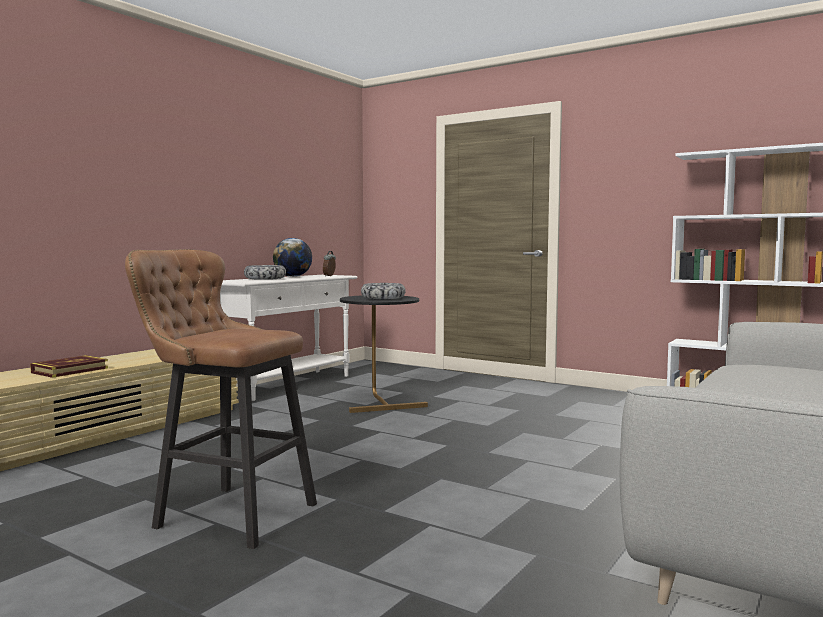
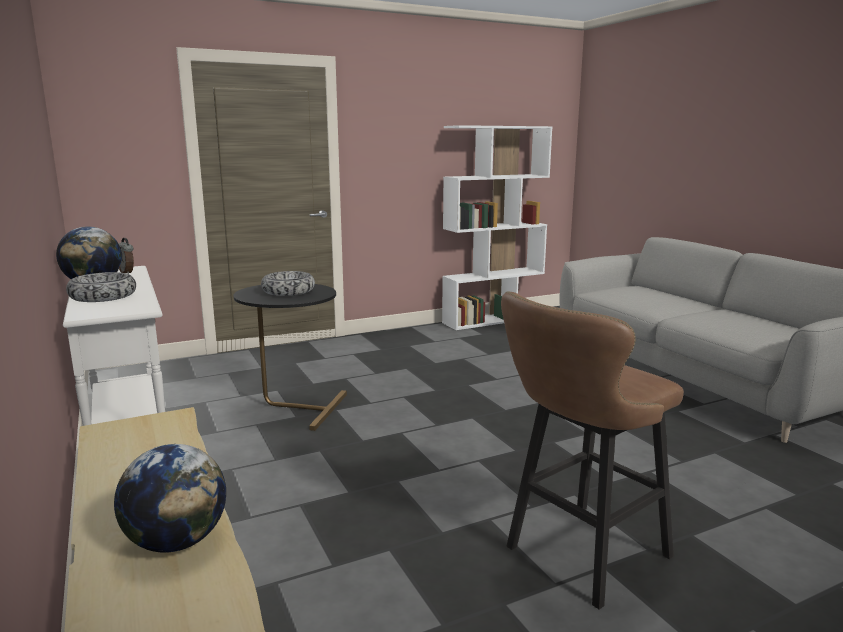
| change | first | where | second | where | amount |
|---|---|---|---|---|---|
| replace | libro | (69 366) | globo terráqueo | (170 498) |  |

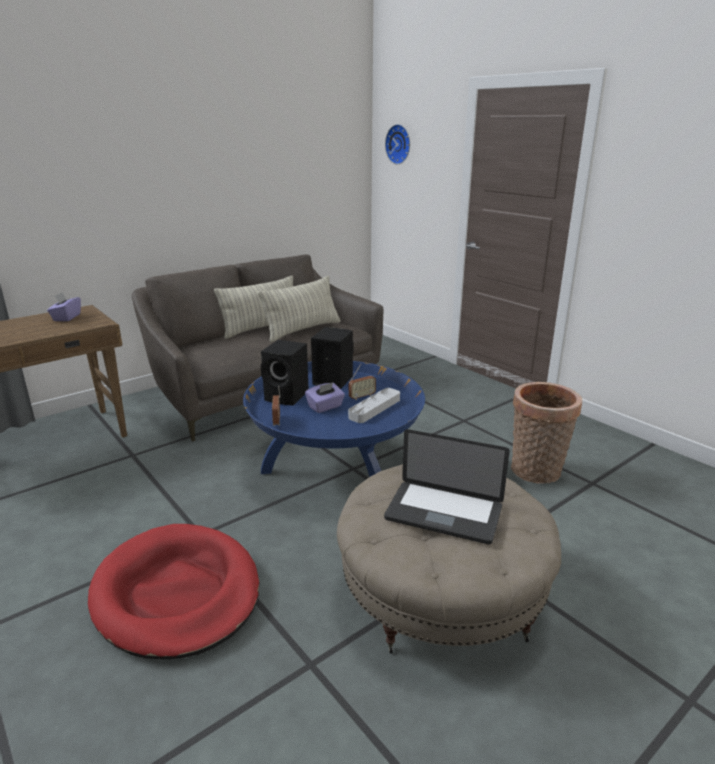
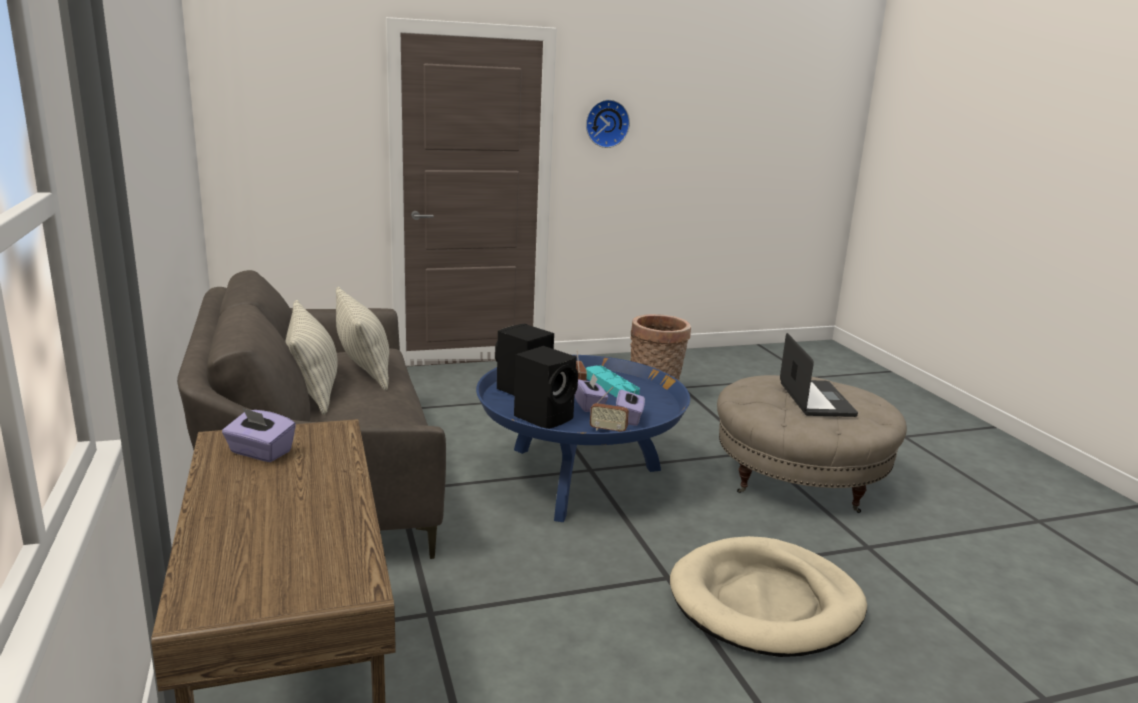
| change | first | where | second | where | amount |
|---|---|---|---|---|---|
| move | reloj de pared | (397 144) |  | (608 123) |  |
| recolor | bandeja/gris | (374 405) | bandeja/turquesa | (613 381) |  |
| rotate | portátil | (447 486) |  | (819 375) | 45 degrees counterclockwise |
| recolor | cama para perro/rojo | (173 591) | cama para perro/beis | (768 596) |  |
| insert |  |  | caja de pañuelos/morado | (630 406) |  |

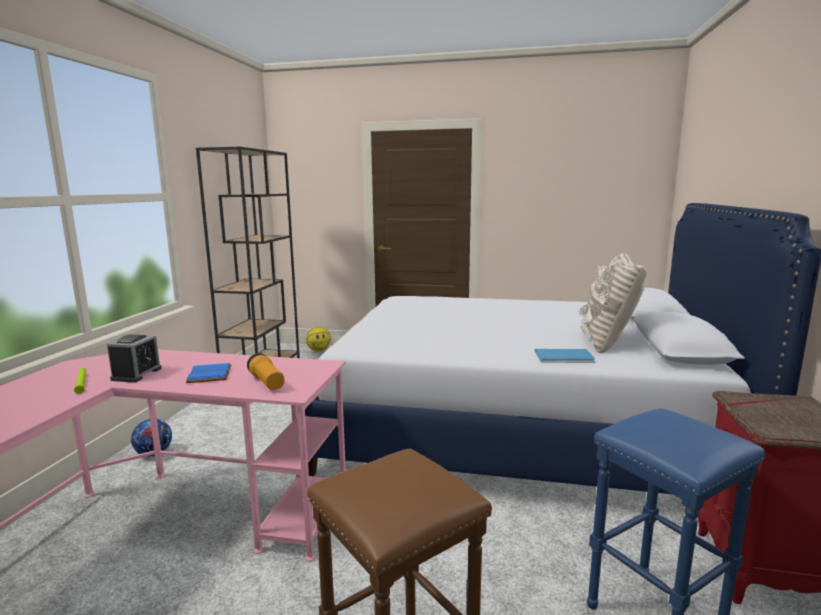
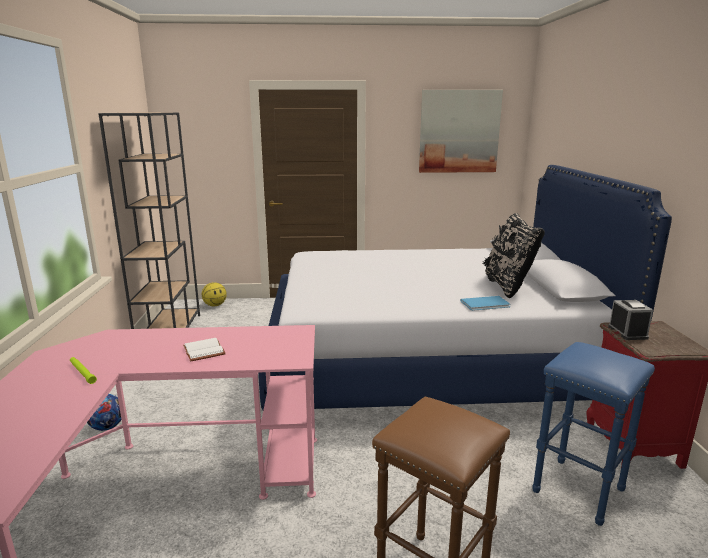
| change | first | where | second | where | amount |
|---|---|---|---|---|---|
| recolor | cojín/beis | (612 303) | cojín/negro | (513 255) |  |
| move | despertador | (134 358) |  | (630 320) |  |
| delete | linterna | (265 371) |  |  |  |
| recolor | libro/azul | (209 373) | libro/blanco | (204 350) |  |
| insert |  |  | cuadro | (461 131) |  |

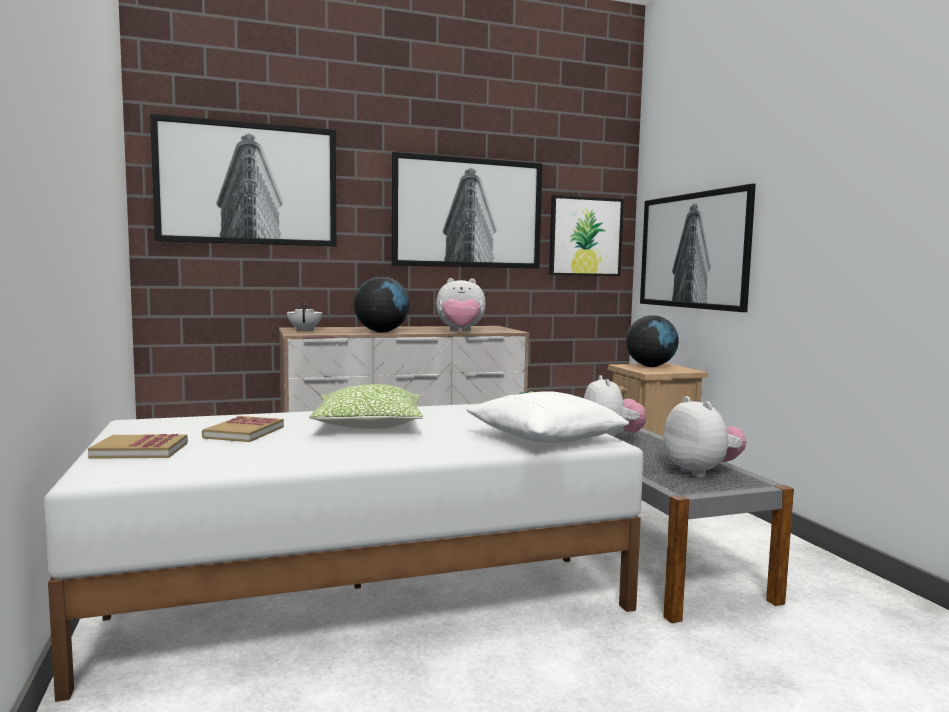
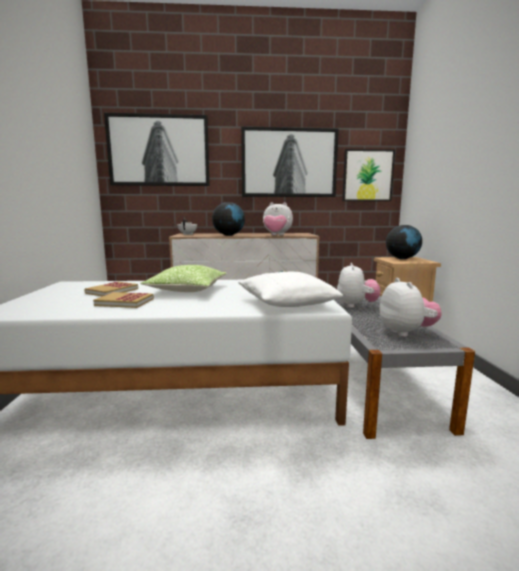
| change | first | where | second | where | amount |
|---|---|---|---|---|---|
| delete | cuadro | (698 248) |  |  |  |
| move | libro | (138 446) |  | (123 300) |  |

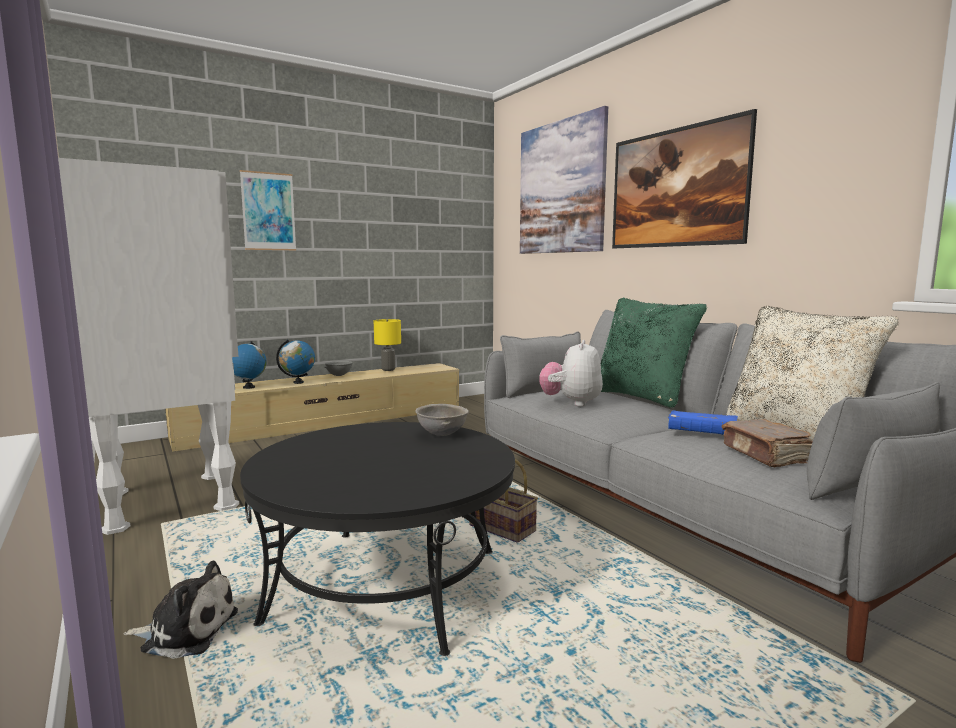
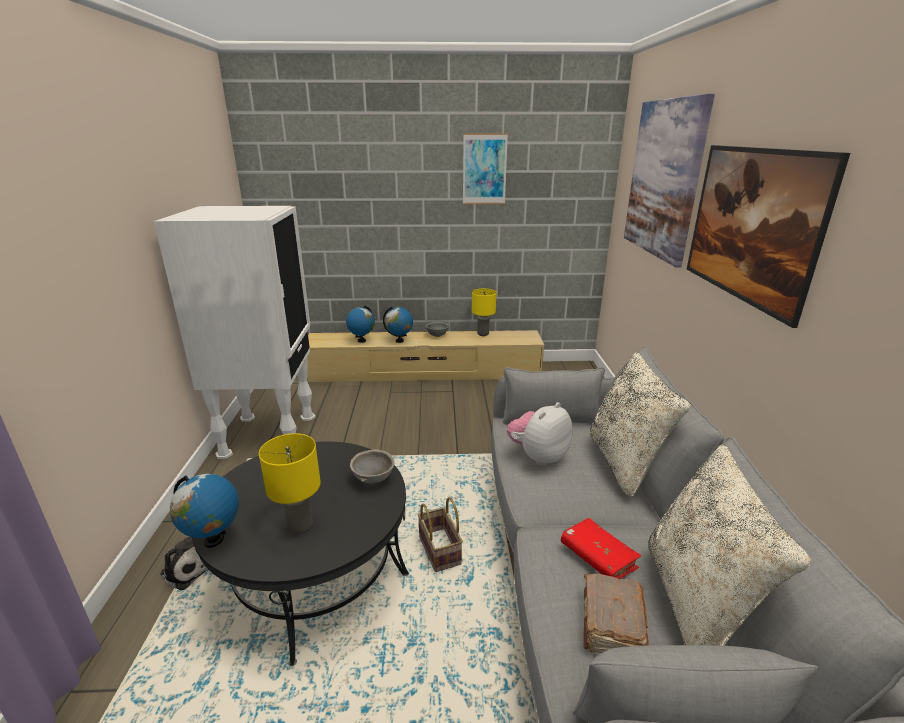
| change | first | where | second | where | amount |
|---|---|---|---|---|---|
| move | cuadro | (268 210) |  | (485 168) |  |
| recolor | cojín/verde | (654 353) | cojín/beis | (640 425) |  |
| recolor | libro/azul | (703 422) | libro/rojo | (601 548) |  |
| insert |  |  | lámpara de mesa/amarillo | (290 484) |  |
| insert |  |  | globo terráqueo | (204 511) |  |

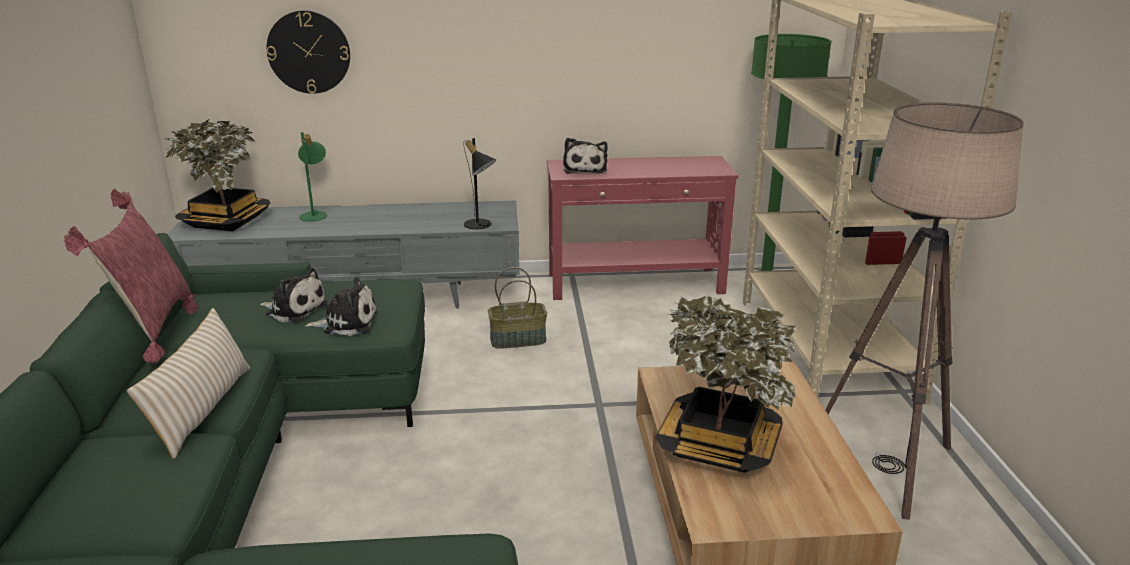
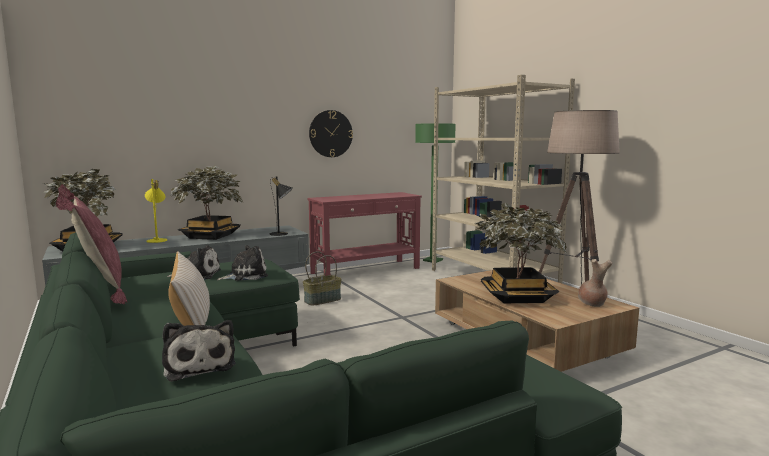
| change | first | where | second | where | amount |
|---|---|---|---|---|---|
| move | reloj de pared | (308 52) |  | (331 133) |  |
| recolor | lámpara de mesa/verde | (312 177) | lámpara de mesa/amarillo | (156 211) |  |
| move | peluche | (585 156) |  | (199 351) |  |
| insert |  |  | planta en maceta | (207 202) |  |
| insert |  |  | florero/marrón | (595 283) |  |

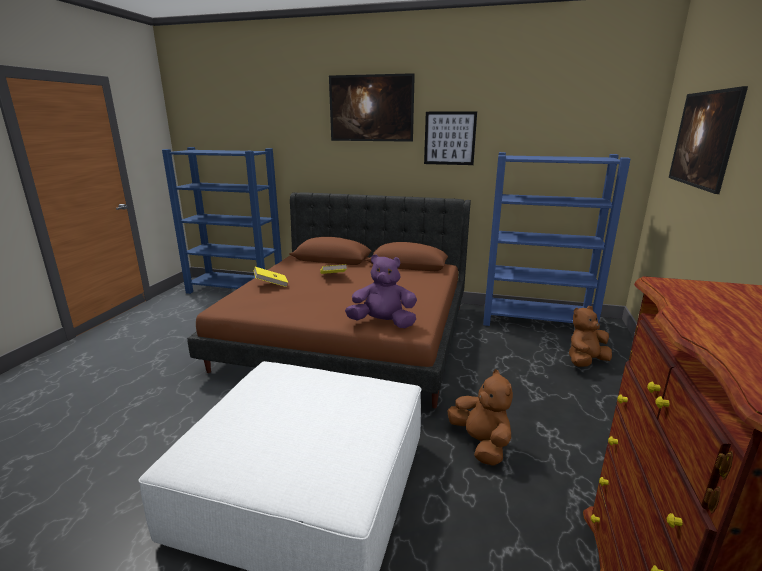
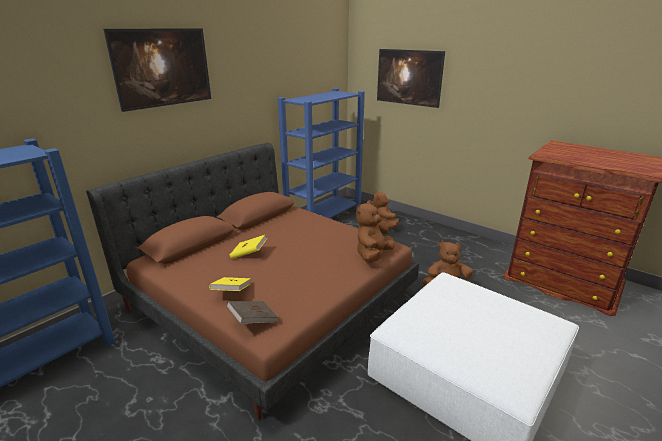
| change | first | where | second | where | amount |
|---|---|---|---|---|---|
| delete | cuadro | (450 138) |  |  |  |
| recolor | peluche/morado | (381 291) | peluche/marrón | (375 231) |  |
| insert |  |  | libro/marrón | (252 312) |  |

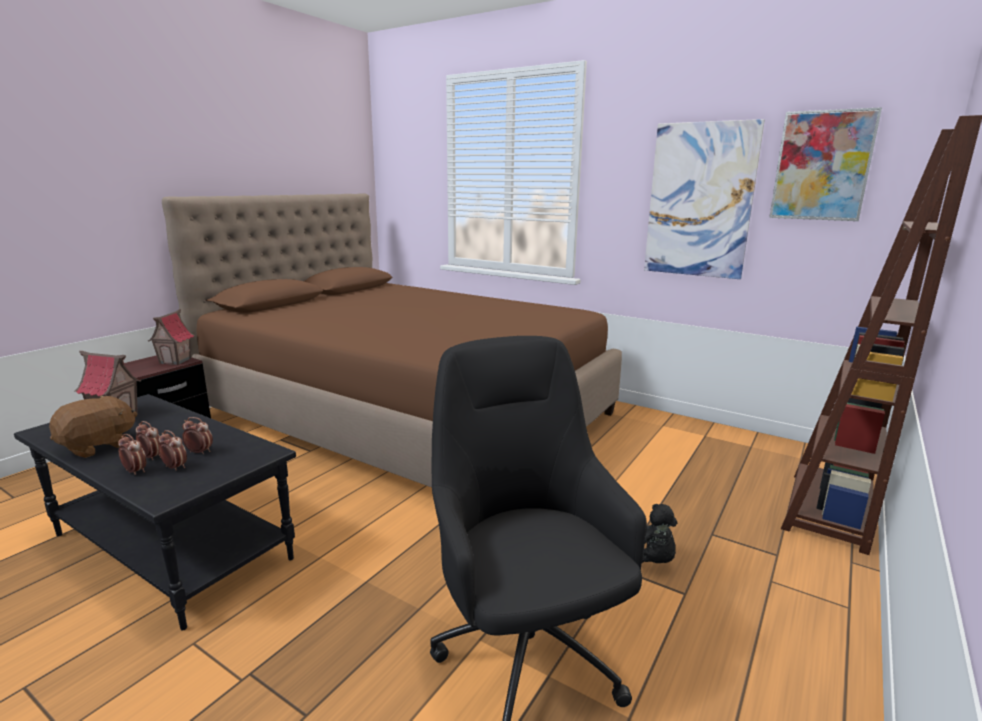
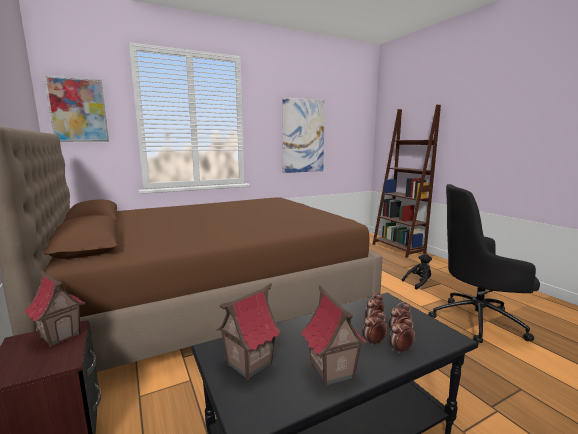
| change | first | where | second | where | amount |
|---|---|---|---|---|---|
| move | cuadro | (825 164) |  | (76 108) |  |
| replace | peluche/marrón | (93 426) | casita | (334 336) |  |

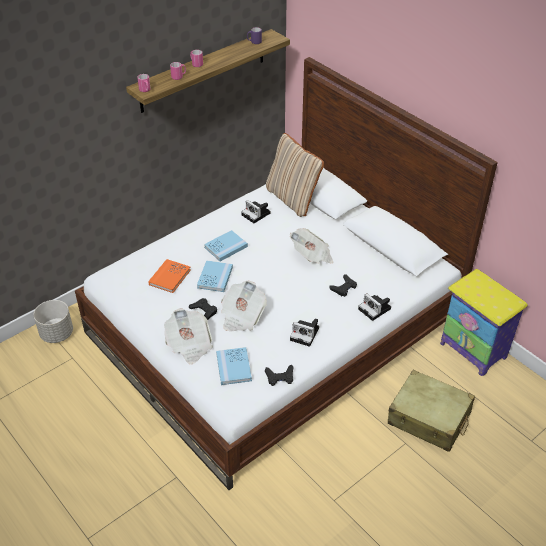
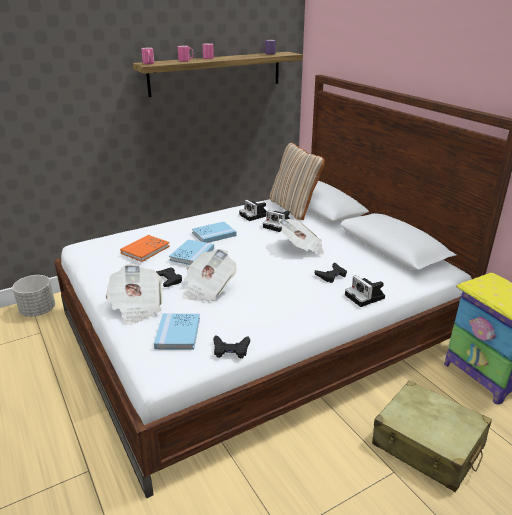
| change | first | where | second | where | amount |
|---|---|---|---|---|---|
| move | cámara | (304 333) |  | (276 221) |  |

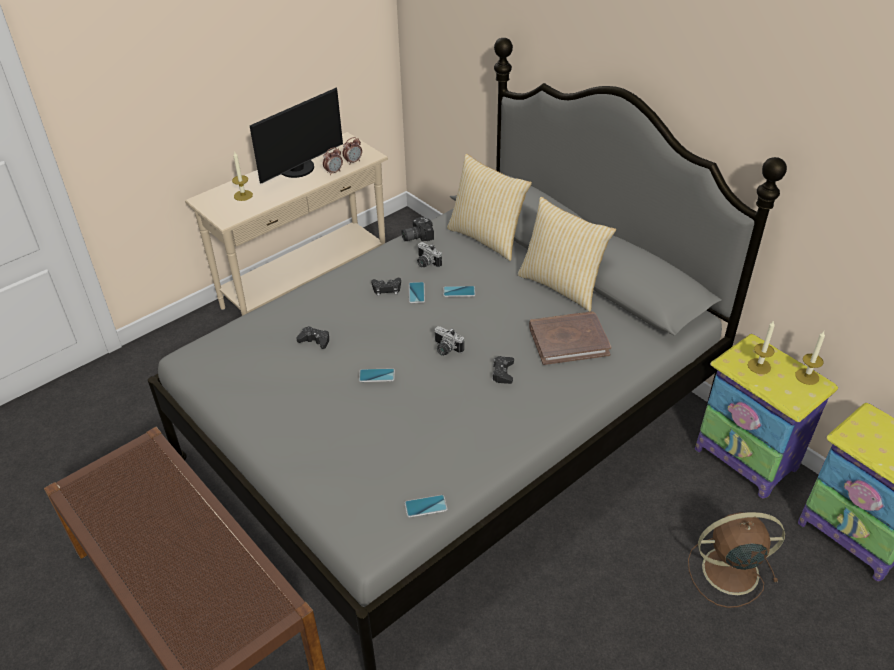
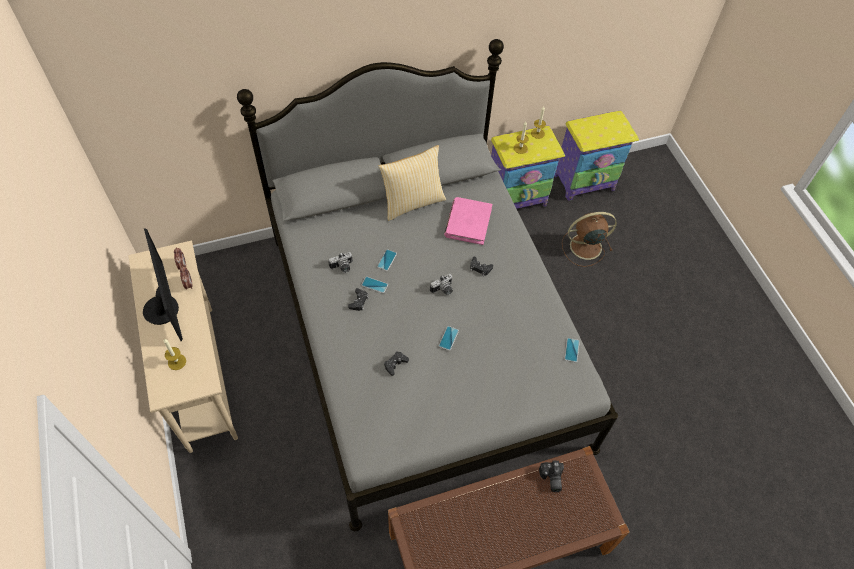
| change | first | where | second | where | amount |
|---|---|---|---|---|---|
| delete | cojín | (489 207) |  |  |  |
| move | cámara | (417 229) |  | (551 476) |  |
| recolor | libro/marrón | (570 338) | libro/rosa | (468 221) |  |
| rotate | ventilador/marrón | (736 560) |  | (589 239) | 60 degrees clockwise |

